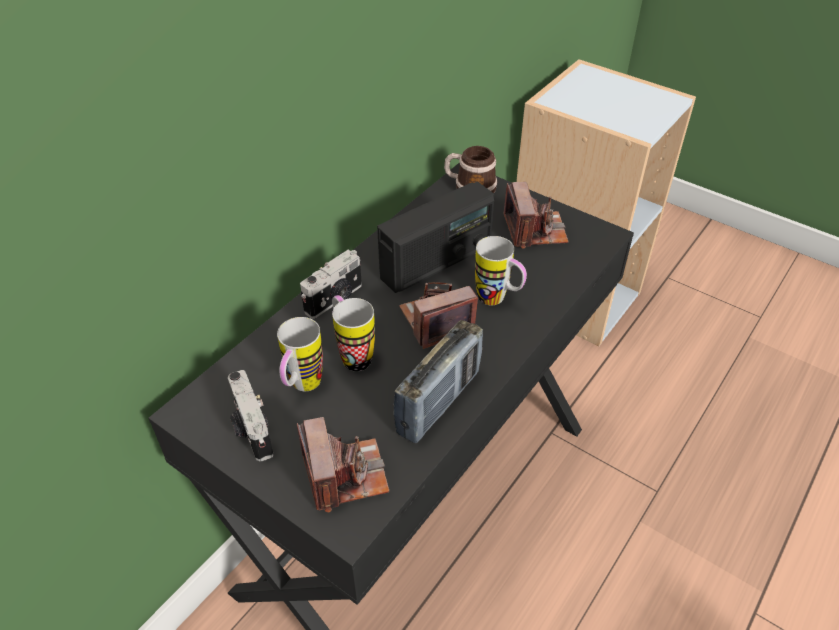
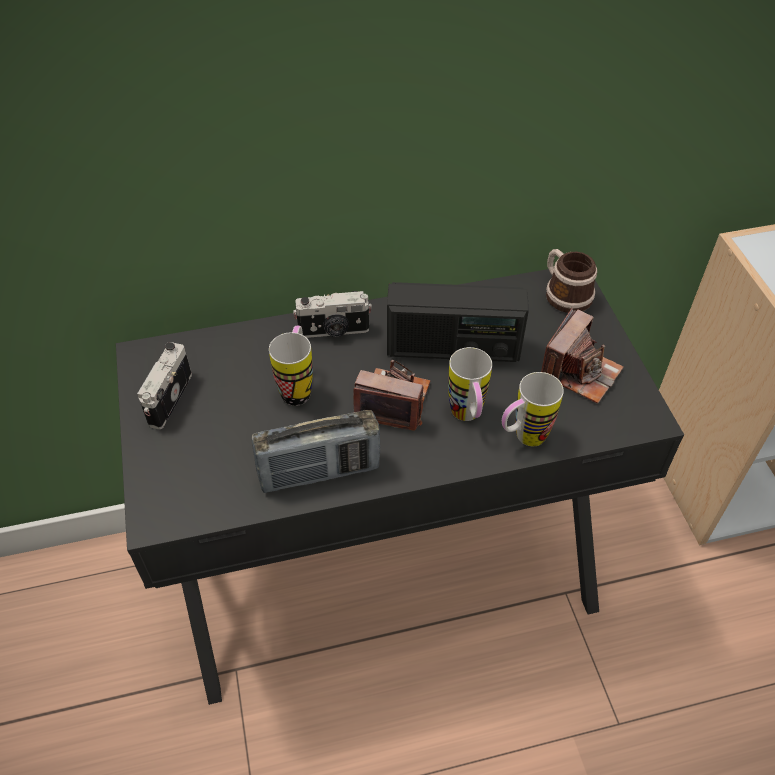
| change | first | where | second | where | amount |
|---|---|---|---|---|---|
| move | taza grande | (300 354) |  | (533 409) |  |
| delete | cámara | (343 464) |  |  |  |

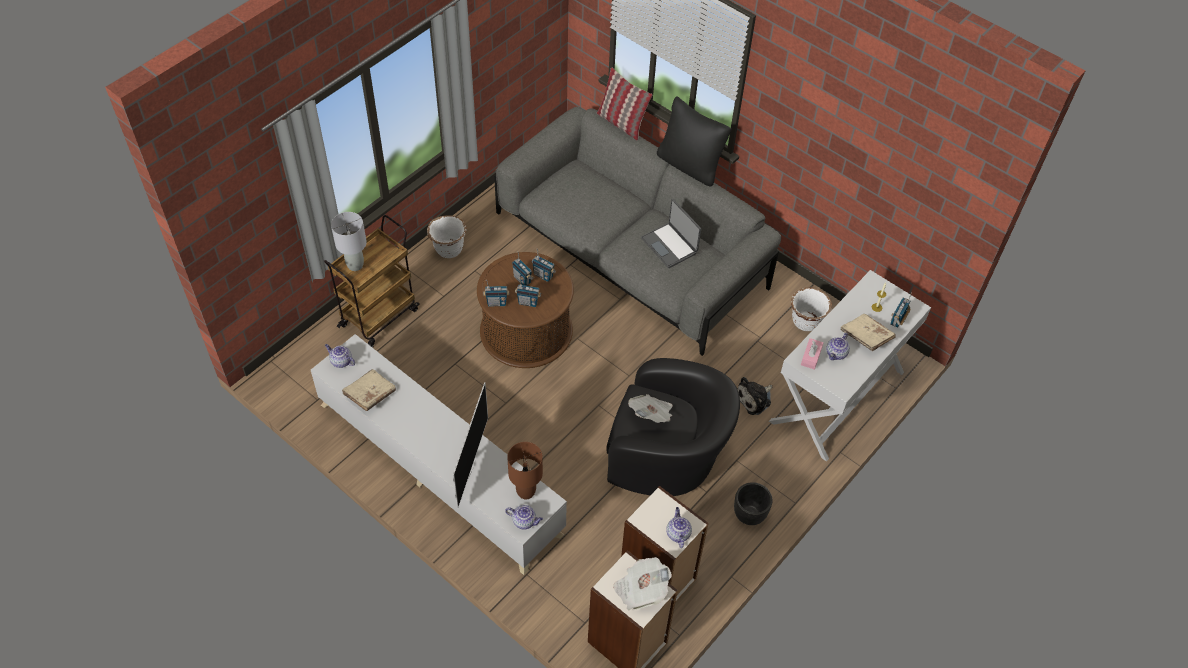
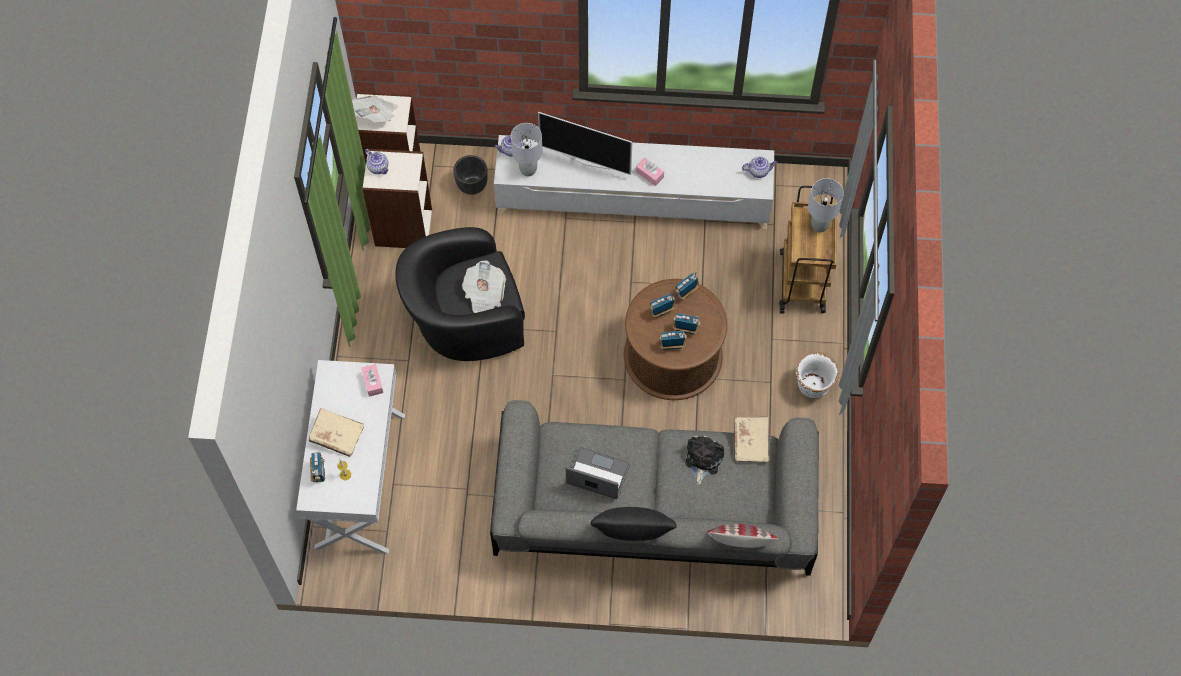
| change | first | where | second | where | amount |
|---|---|---|---|---|---|
| delete | maceta/blanco | (811 309) |  |  |  |
| delete | tetera | (838 346) |  |  |  |
| move | libro/beis | (369 390) |  | (752 439) |  |
| move | peluche | (755 396) |  | (704 460) |  |
| rotate | televisor | (470 445) |  | (585 143) | 45 degrees counterclockwise |
| recolor | lámpara de mesa/marrón | (525 470) | lámpara de mesa/gris | (527 149) |  |
| move | maceta/negro | (753 503) |  | (470 175) |  |
| insert |  |  | caja de pañuelos/rosa | (650 172) |  |

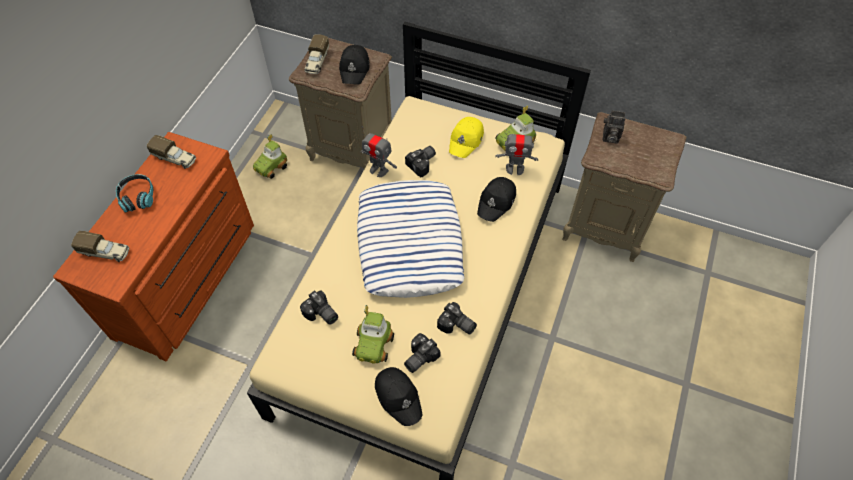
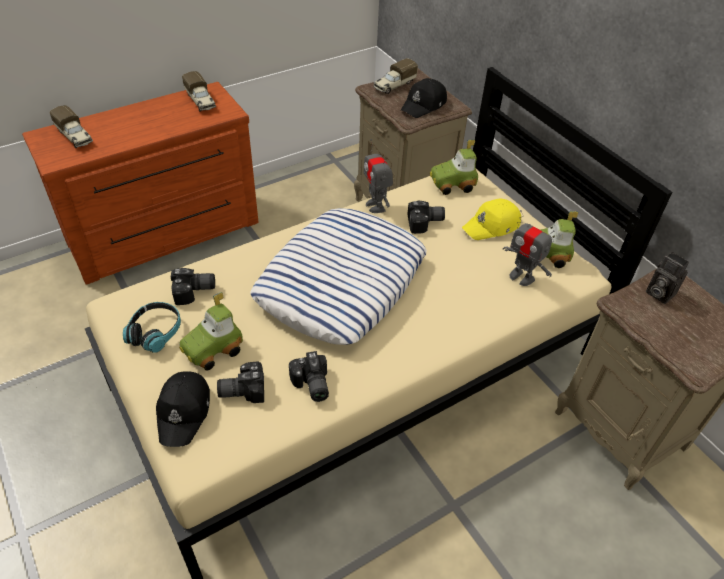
| change | first | where | second | where | amount |
|---|---|---|---|---|---|
| move | coche de juguete | (270 156) |  | (454 167) |  |
| move | auriculares | (135 193) |  | (152 327) |  |
| delete | gorra/negro | (496 199) |  |  |  |
| rotate | cámara | (319 308) |  | (193 286) | 90 degrees counterclockwise |

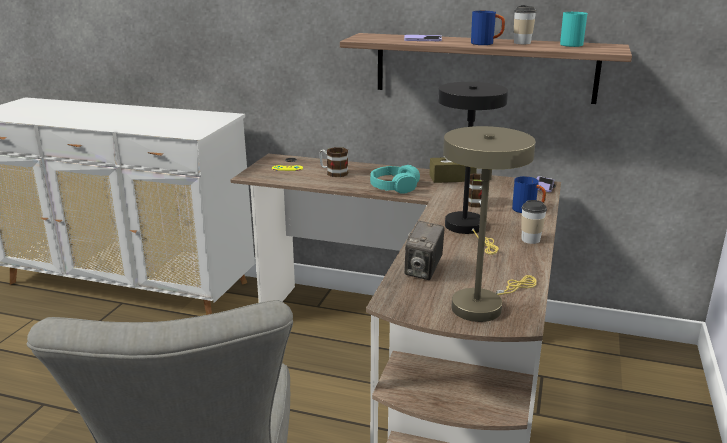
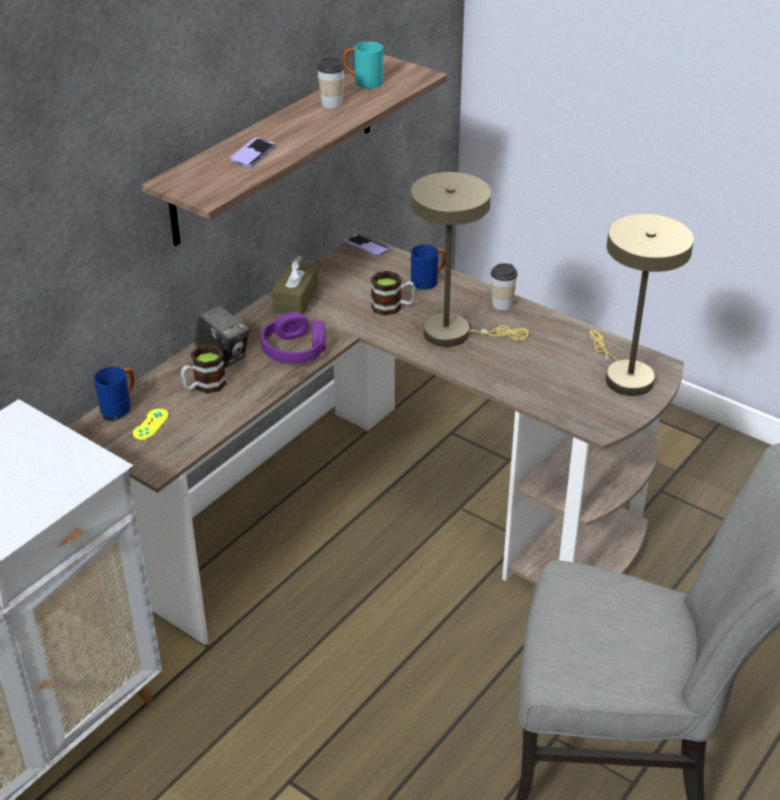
| change | first | where | second | where | amount |
|---|---|---|---|---|---|
| move | taza grande/azul | (488 28) |  | (114 392) |  |
| recolor | lámpara de mesa/negro | (473 168) | lámpara de mesa/beis | (470 259) |  |
| recolor | auriculares/turquesa | (395 179) | auriculares/morado | (293 338) |  |
| move | cámara | (424 250) |  | (222 336) |  |

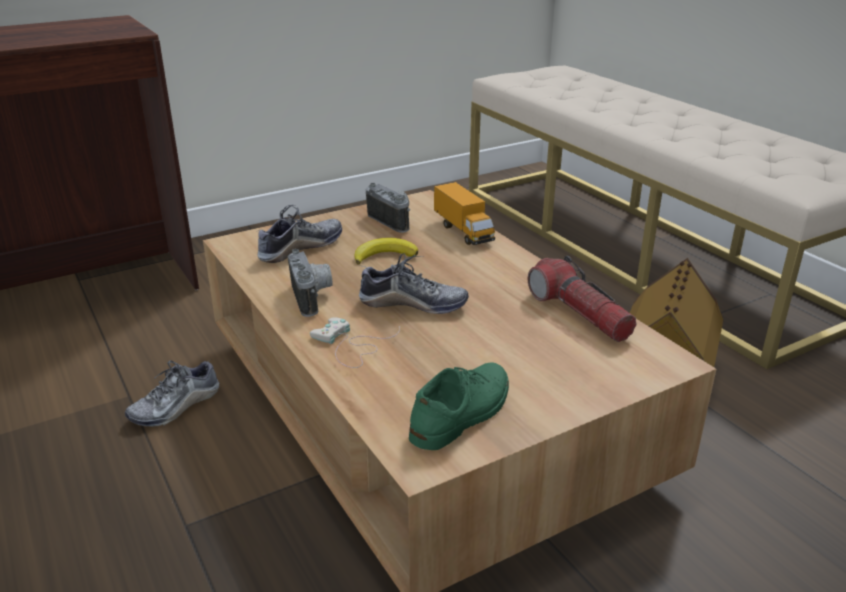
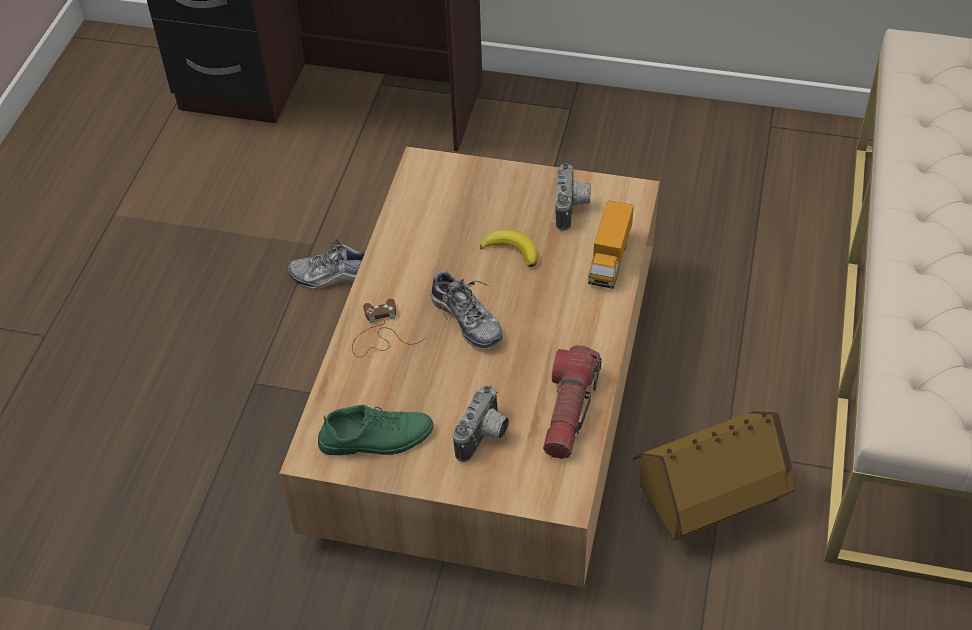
| change | first | where | second | where | amount |
|---|---|---|---|---|---|
| delete | zapato | (300 234) |  |  |  |
| move | cámara | (310 283) |  | (481 423) |  |
| recolor | mando de consola/blanco | (355 342) | mando de consola/marrón | (389 328) |  |

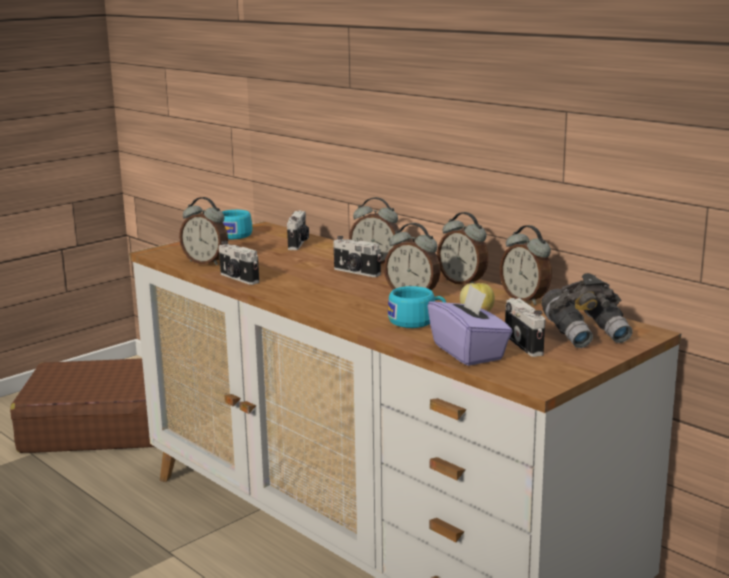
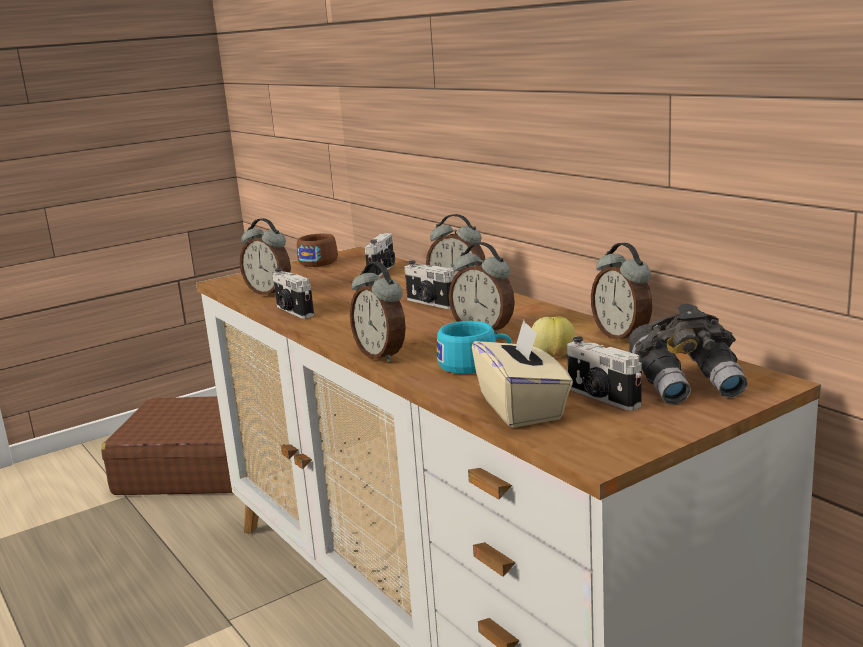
| change | first | where | second | where | amount |
|---|---|---|---|---|---|
| recolor | taza/turquesa | (237 224) | taza/marrón | (317 250) |  |
| move | despertador | (462 248) |  | (378 312) |  |
| recolor | caja de pañuelos/morado | (470 325) | caja de pañuelos/beis | (522 374) |  |
| rotate | cámara | (525 327) |  | (604 373) | 150 degrees clockwise |

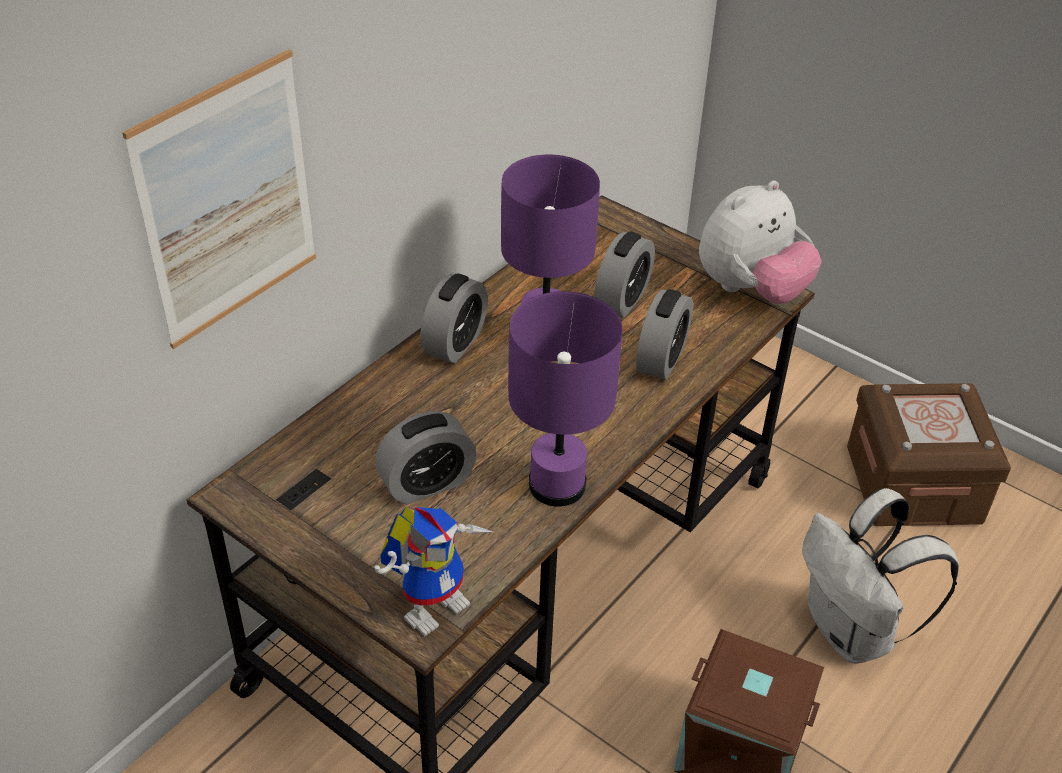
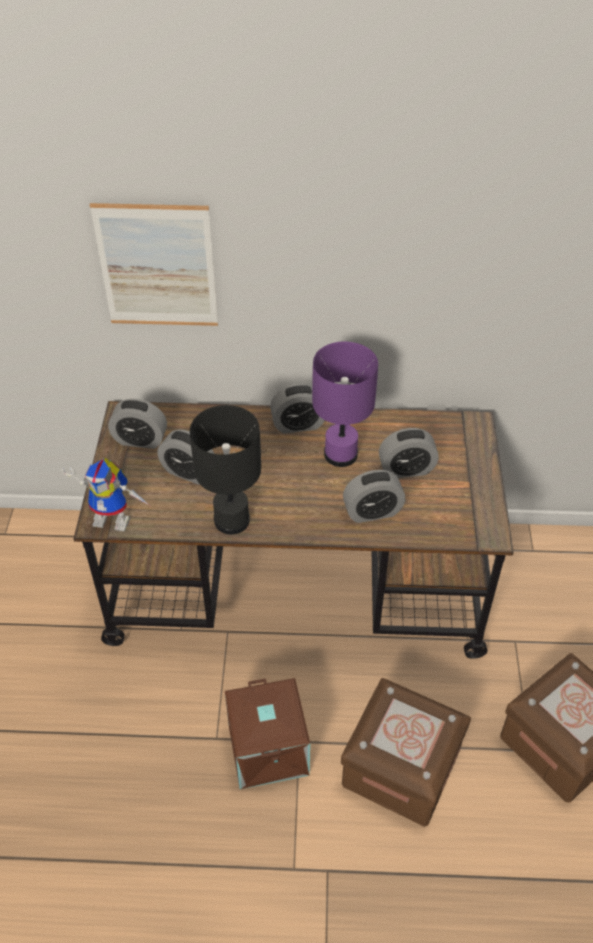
| change | first | where | second | where | amount |
|---|---|---|---|---|---|
| delete | peluche | (760 242) |  |  |  |
| recolor | lámpara de mesa/morado | (565 399) | lámpara de mesa/negro | (225 470) |  |
| replace | mochila/blanco | (880 575) | caja de almacenaje/marrón | (406 752) |  |
| insert |  |  | despertador | (137 424) |  |

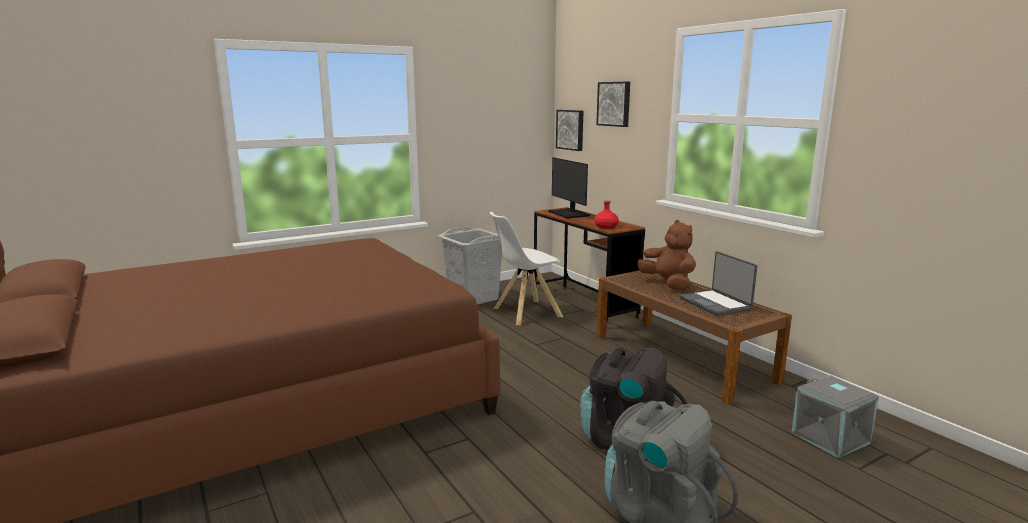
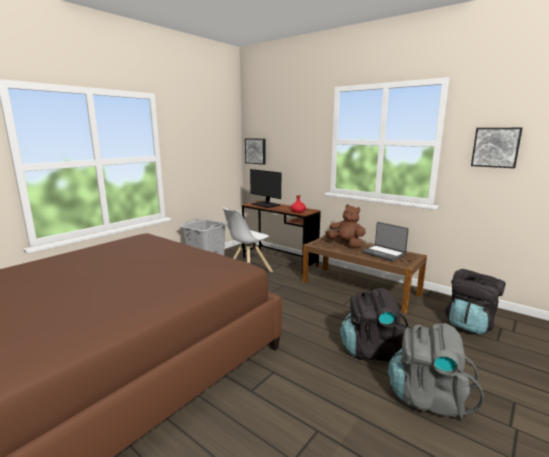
| change | first | where | second | where | amount |
|---|---|---|---|---|---|
| move | cuadro | (613 104) |  | (496 148) |  |
| replace | caja de almacenaje/gris | (835 417) | mochila/negro | (475 302) |  |

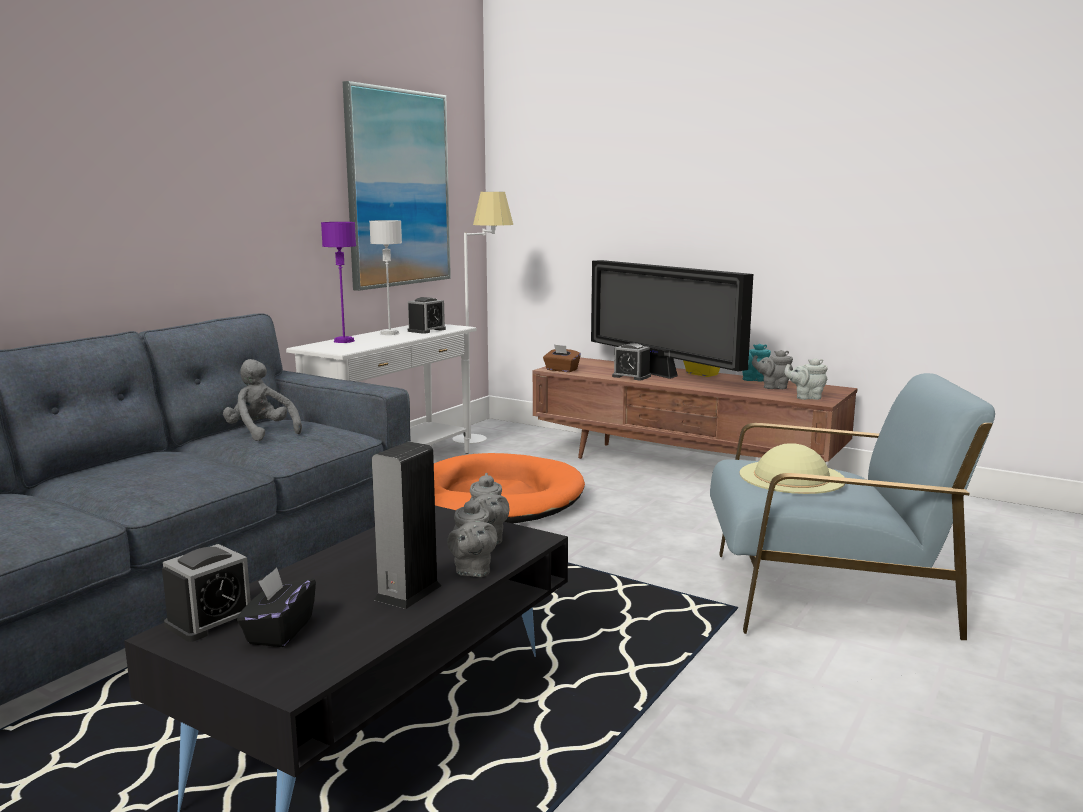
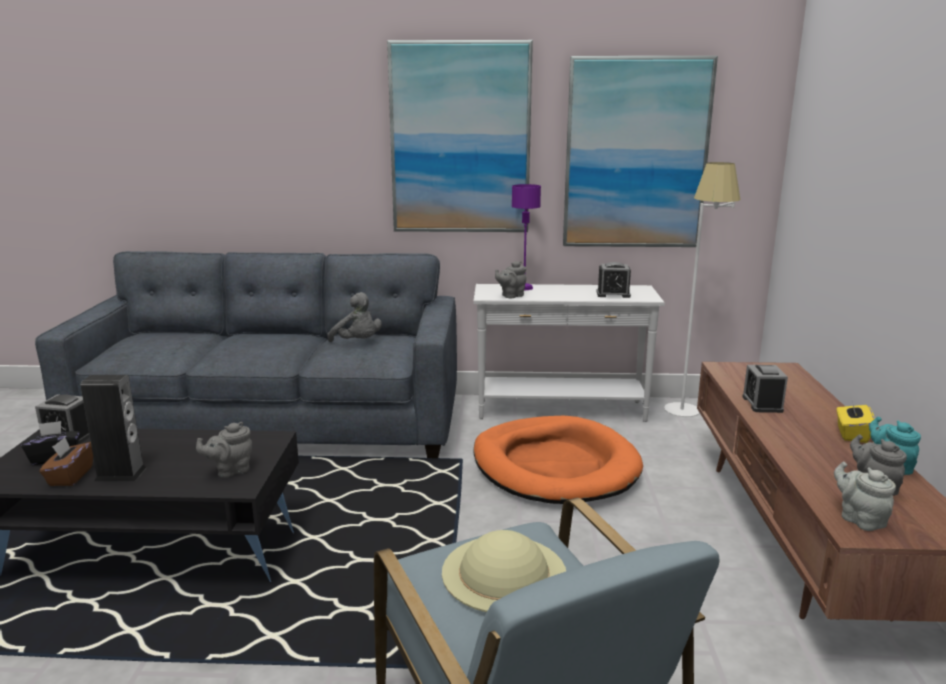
| change | first | where | second | where | amount |
|---|---|---|---|---|---|
| delete | lámpara de mesa/gris | (385 277) |  |  |  |
| delete | televisor | (672 319) |  |  |  |
| move | caja de pañuelos/marrón | (562 358) |  | (66 461) |  |
| rotate | peluche/gris | (262 400) |  | (354 317) | 120 degrees clockwise |
| move | tetera/gris | (472 537) |  | (510 279) |  |
| insert |  |  | cuadro | (460 136) |  |

